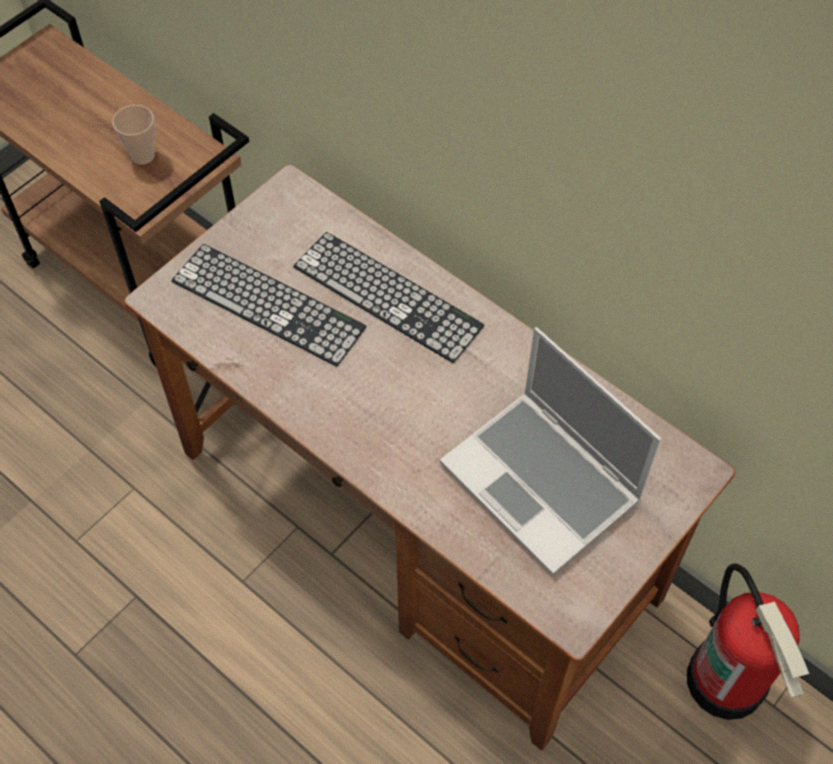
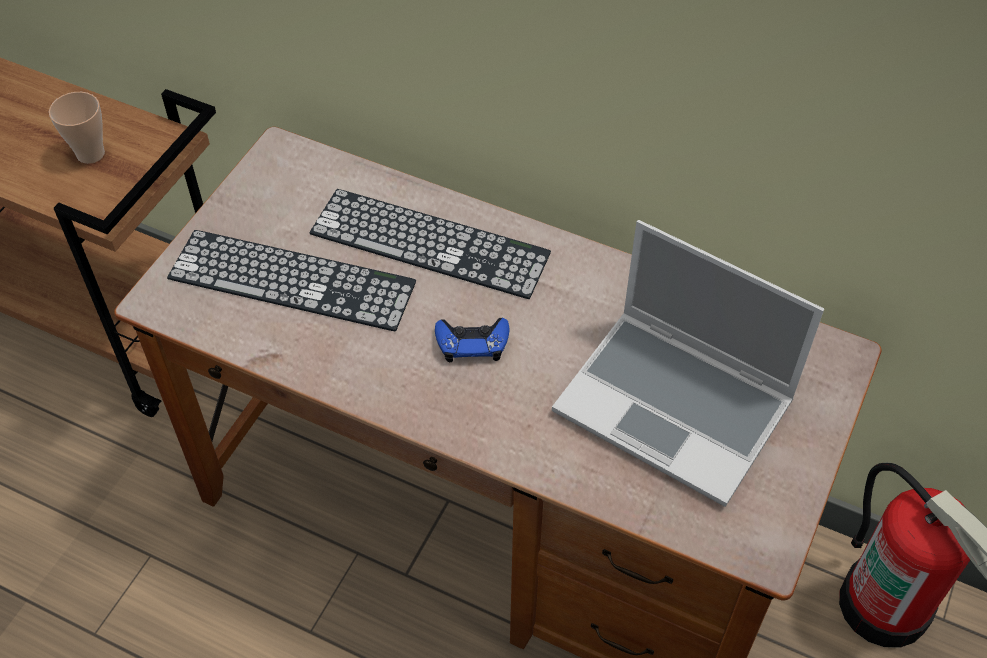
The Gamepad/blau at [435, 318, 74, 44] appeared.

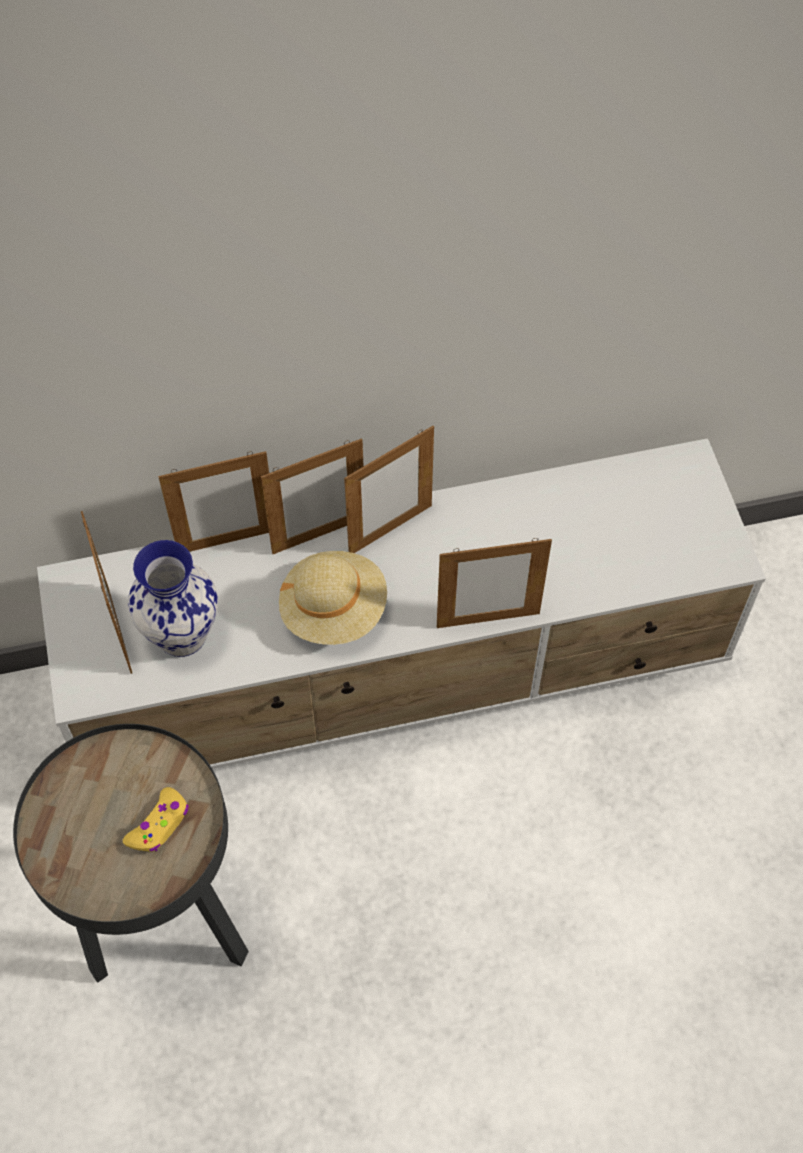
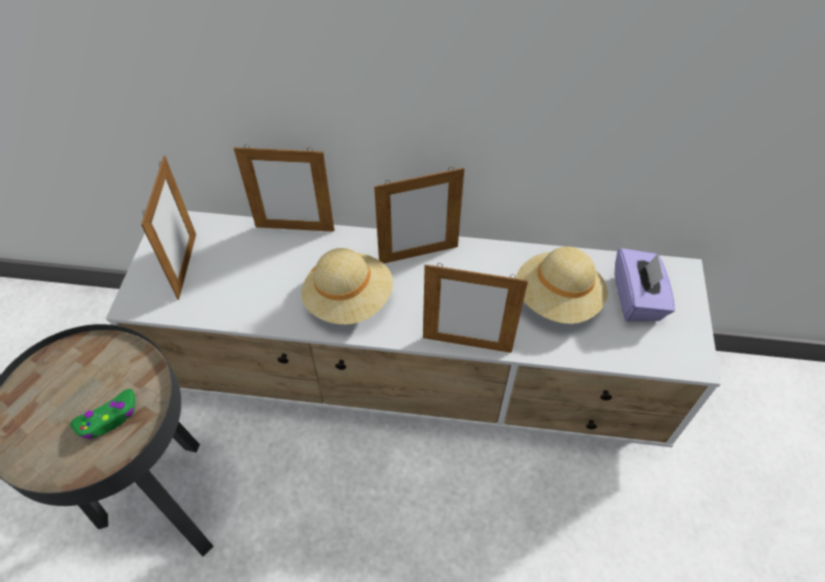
The Vase at [128, 540, 90, 117] disappeared.
The Bilderrahmen at [261, 438, 103, 116] disappeared.
The Hut/beige at [516, 246, 92, 78] appeared.
The Taschentuchbox/lila at [615, 248, 60, 73] appeared.
The Gamepad/gelb at [123, 787, 66, 65] became the Gamepad/grün at [70, 389, 65, 51].

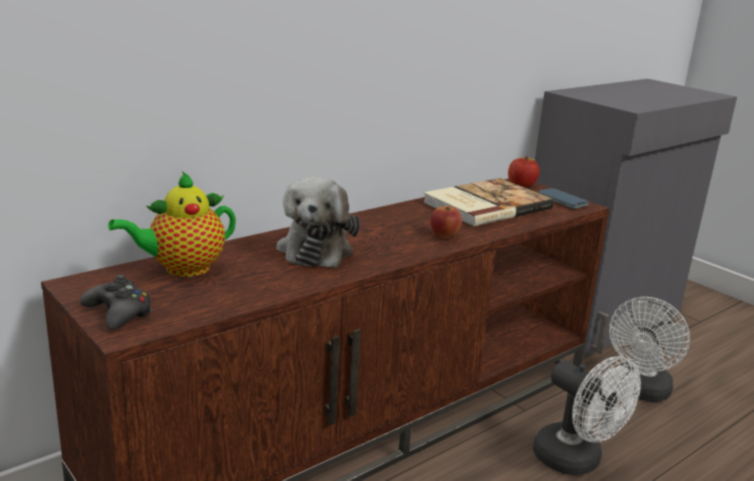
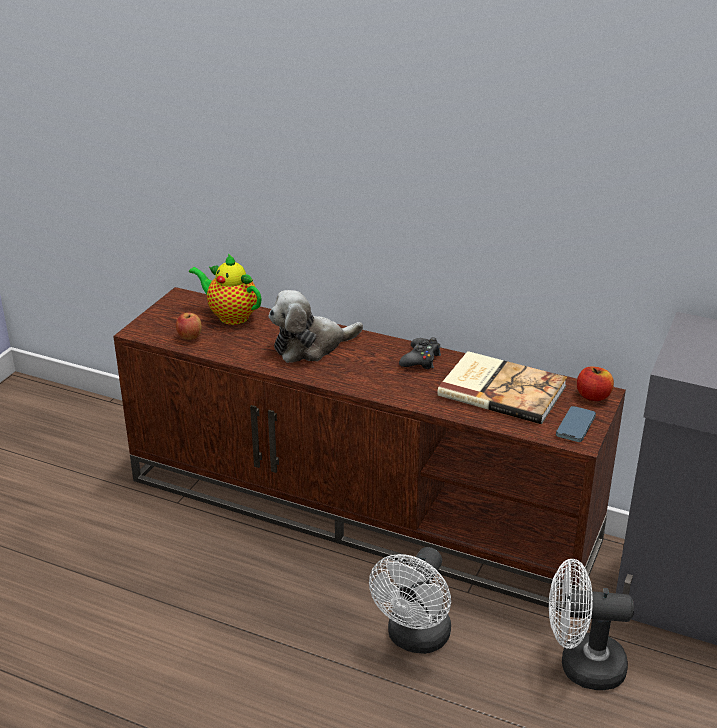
The Gamepad/schwarz moved from [80, 274, 72, 55] to [399, 337, 42, 32].
The Apfel moved from [431, 206, 31, 33] to [176, 313, 26, 27].

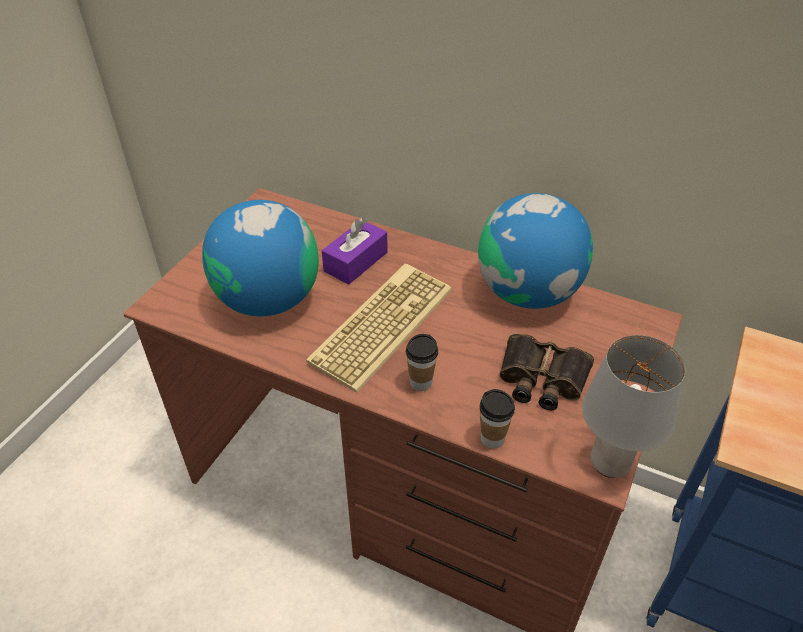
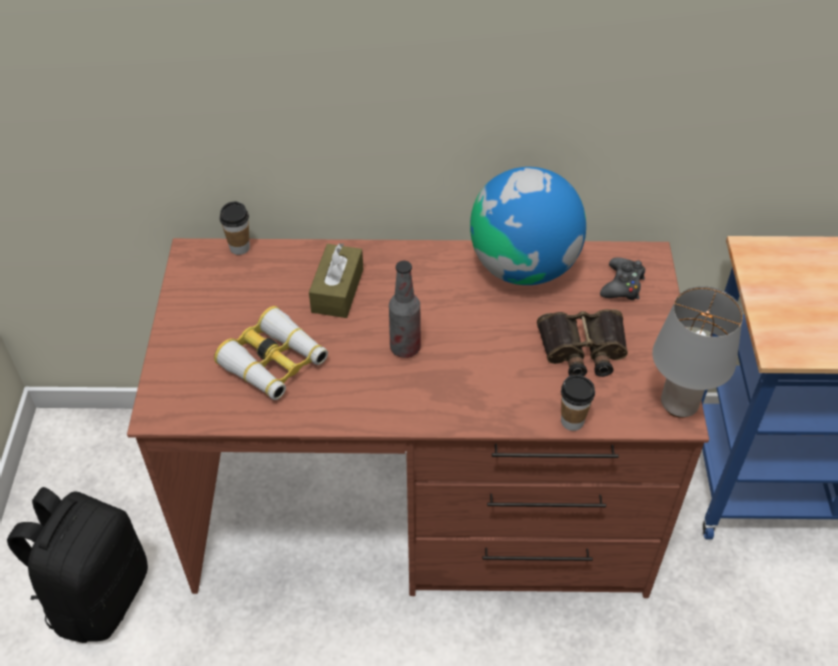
The Rucksack/schwarz at [7, 487, 141, 156] appeared.
The Gamepad/schwarz at [600, 258, 45, 42] appeared.
The Tasse moved from [406, 334, 32, 57] to [220, 201, 30, 54].
The Globus at [202, 200, 117, 116] was replaced by the Fernglas at [214, 306, 114, 94].
The Tastatur at [306, 264, 146, 129] was replaced by the Flasche at [389, 261, 32, 97].
The Taschentuchbox/lila at [322, 217, 66, 68] became the Taschentuchbox/braun at [309, 243, 54, 75].

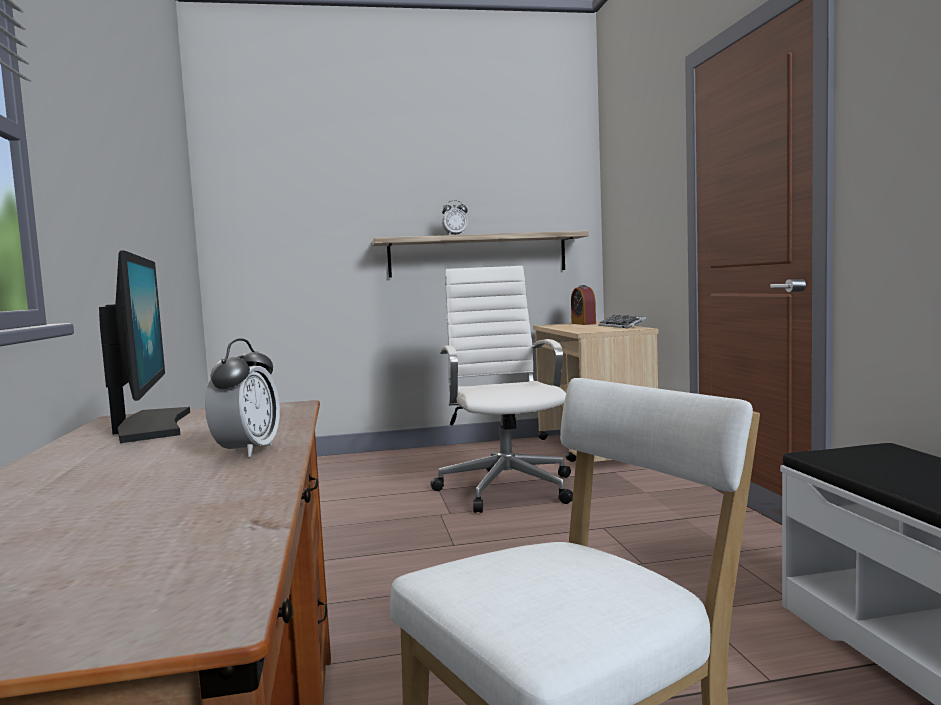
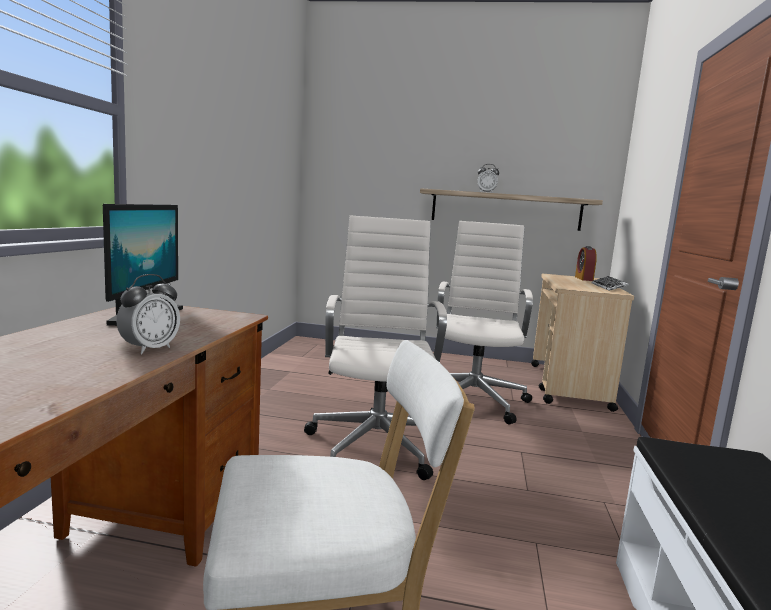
The Bürostuhl/weiß at [304, 216, 143, 264] appeared.

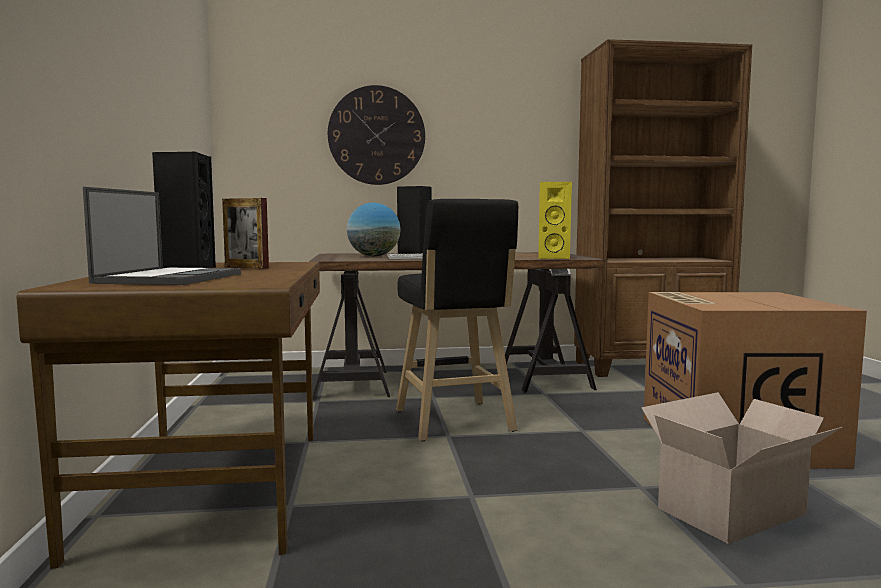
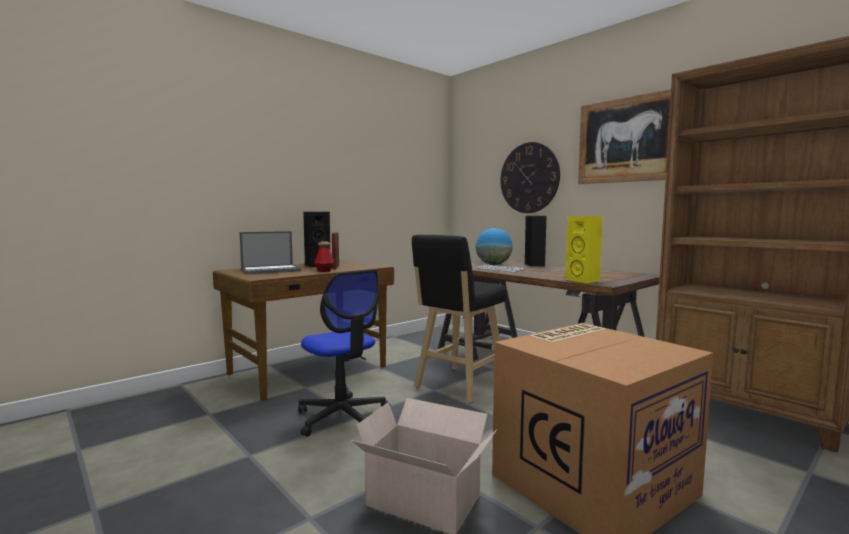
The Bürostuhl at [298, 270, 93, 167] appeared.
The Flasche at [314, 241, 20, 31] appeared.
The Bild at [578, 89, 93, 95] appeared.

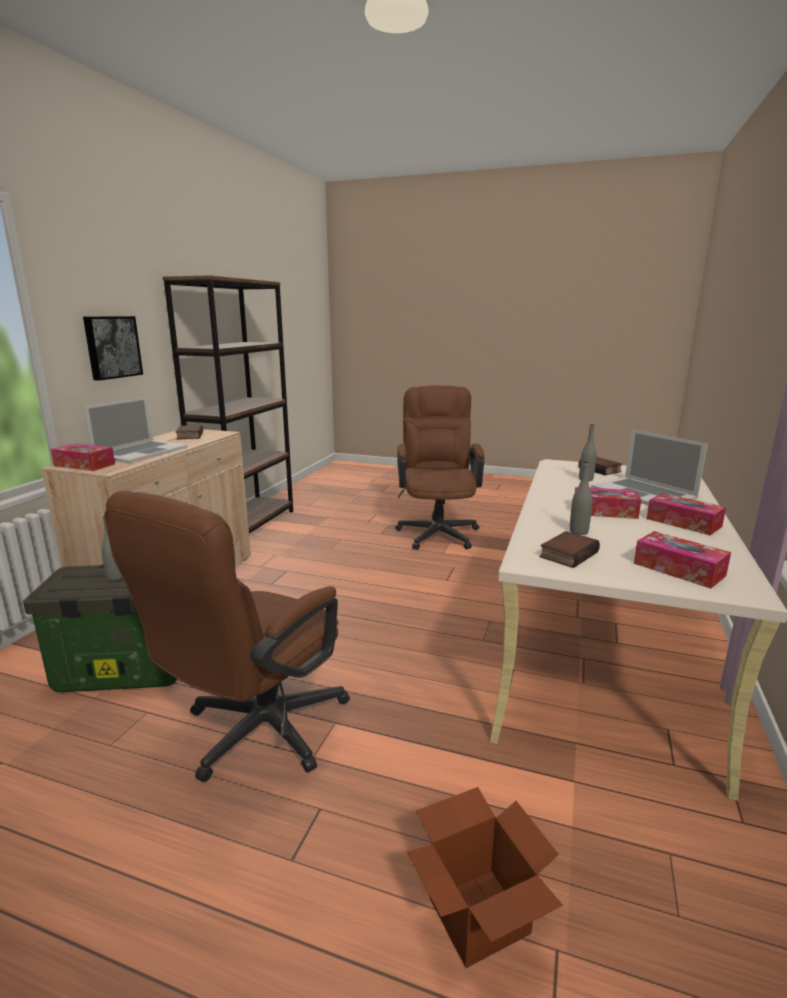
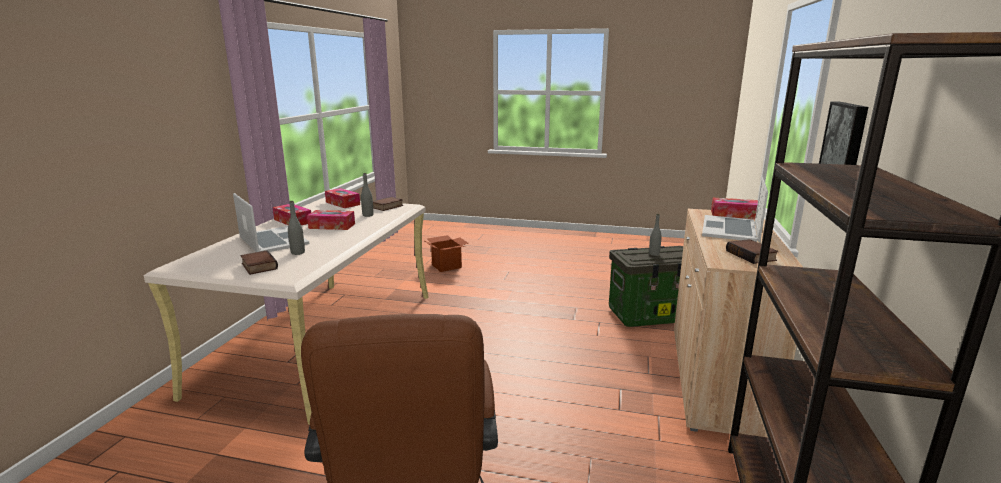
The Bürostuhl/braun at [104, 491, 246, 291] disappeared.

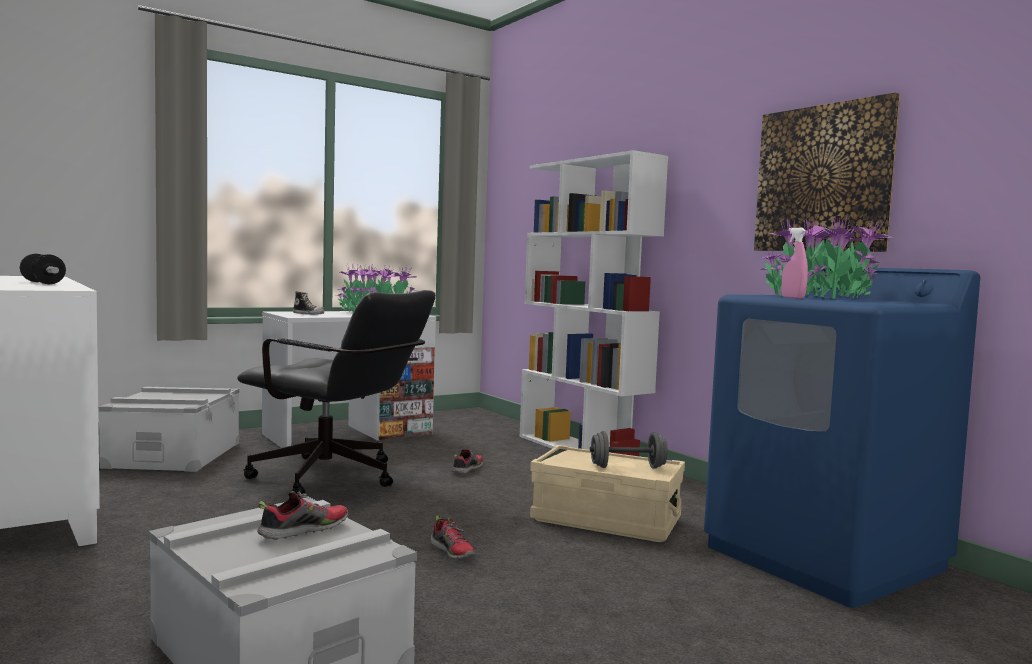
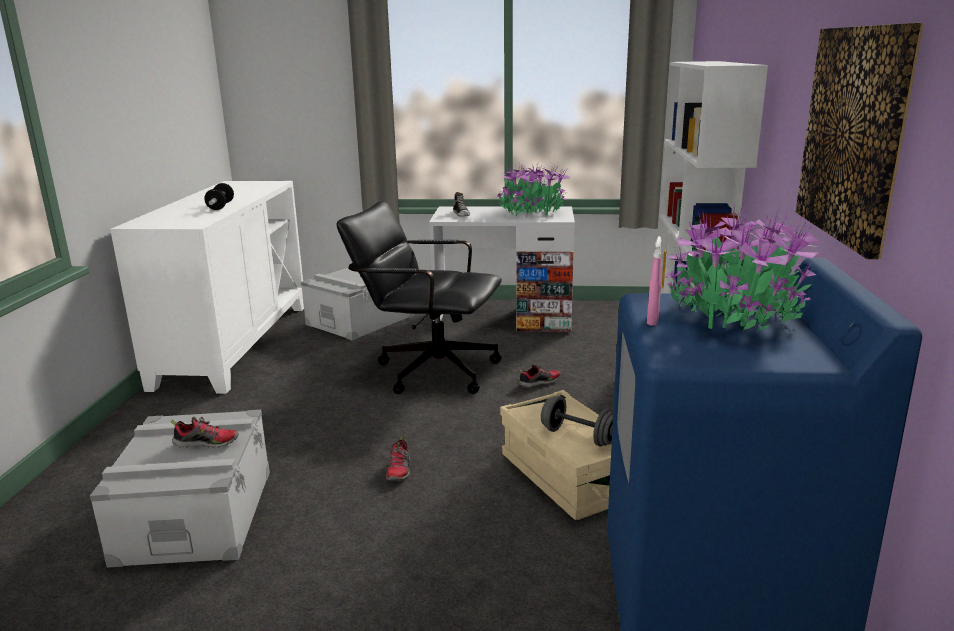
The Bürostuhl/schwarz at [237, 290, 198, 207] turned 135 degrees clockwise.

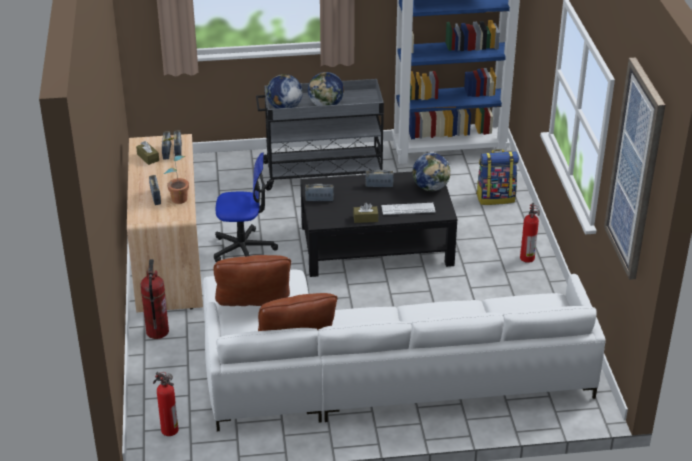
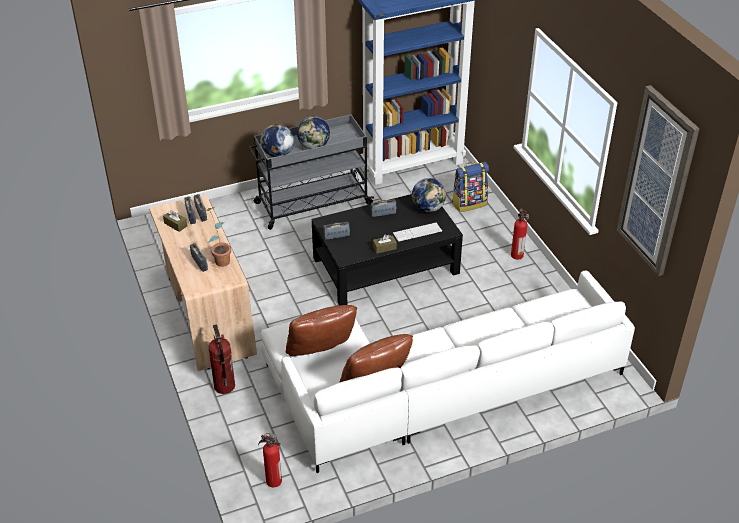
The Bürostuhl at [214, 153, 64, 109] disappeared.

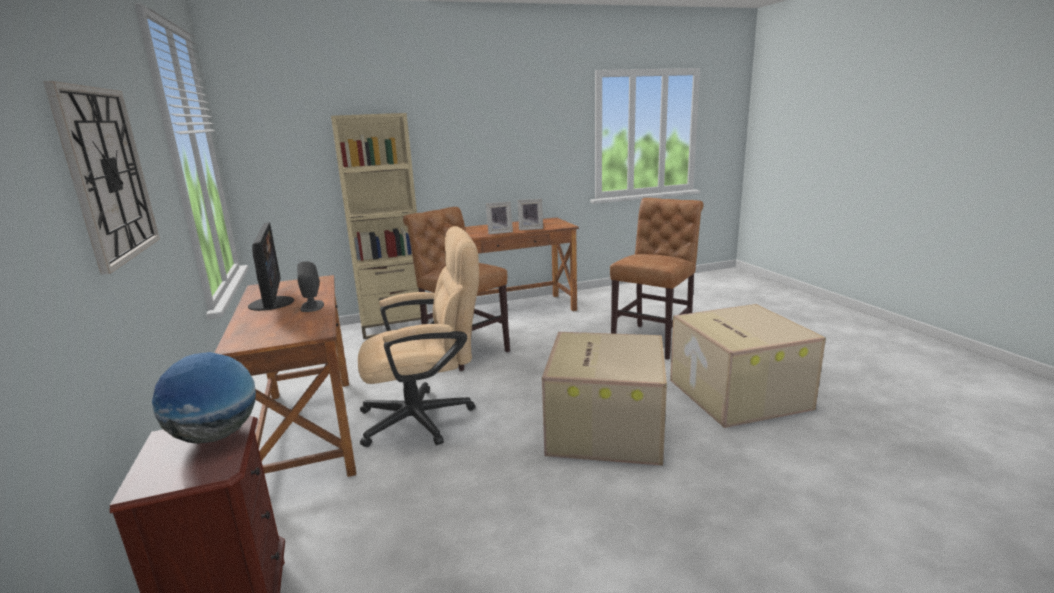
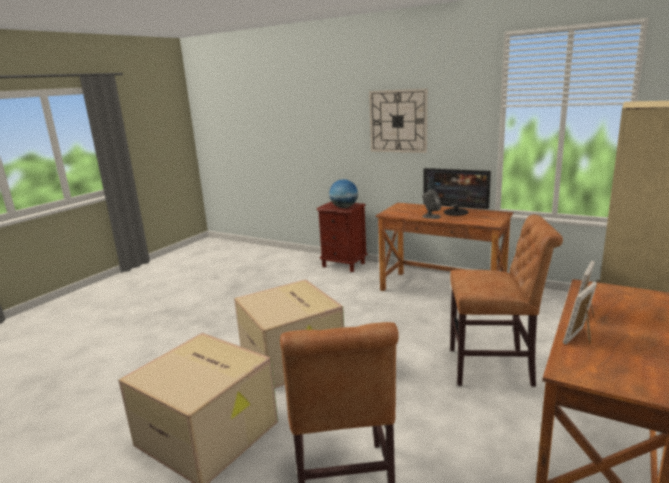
The Bürostuhl/beige at [358, 226, 121, 221] disappeared.

